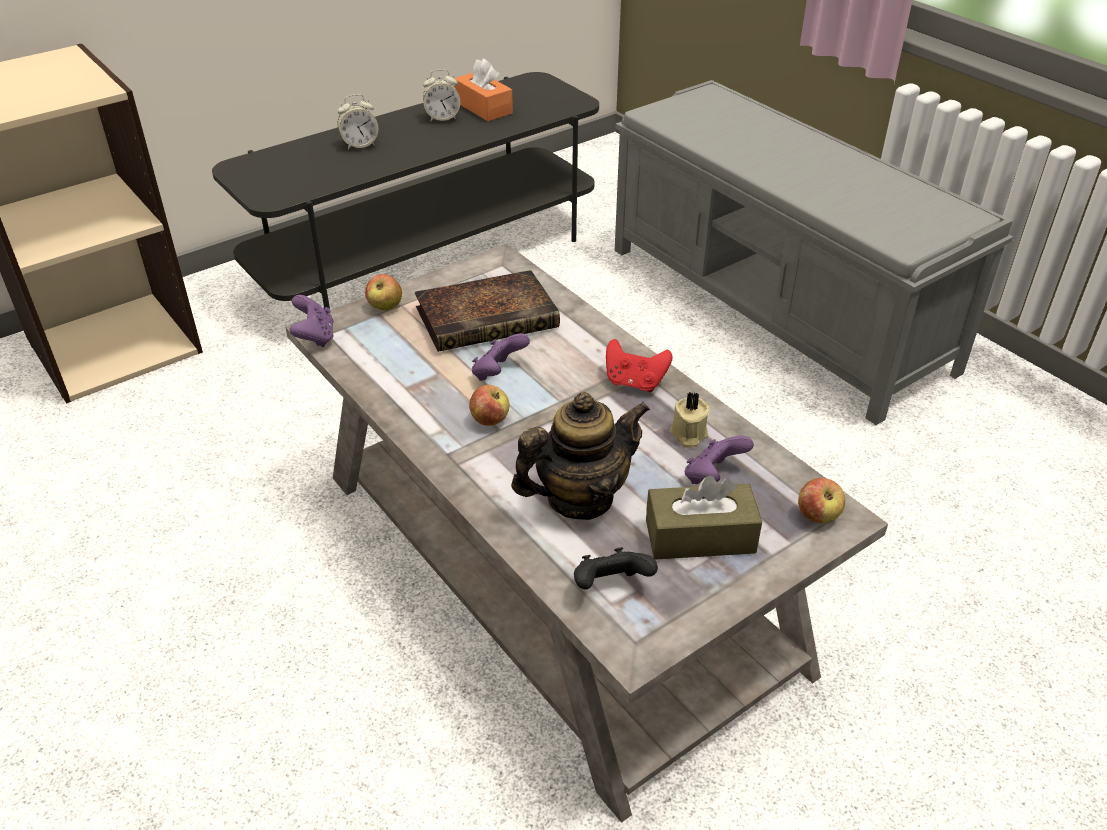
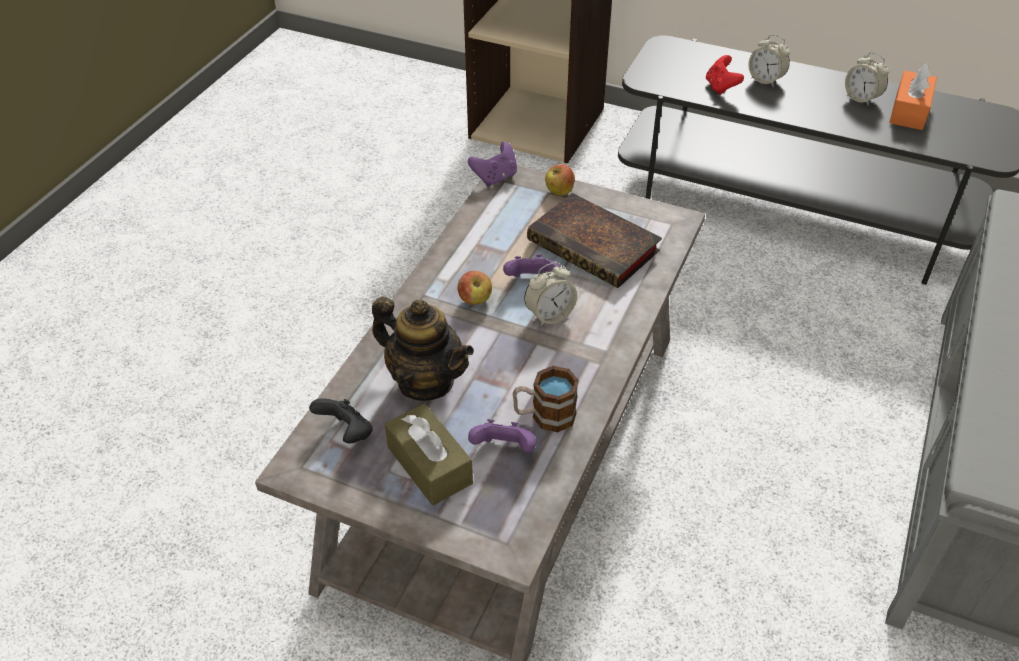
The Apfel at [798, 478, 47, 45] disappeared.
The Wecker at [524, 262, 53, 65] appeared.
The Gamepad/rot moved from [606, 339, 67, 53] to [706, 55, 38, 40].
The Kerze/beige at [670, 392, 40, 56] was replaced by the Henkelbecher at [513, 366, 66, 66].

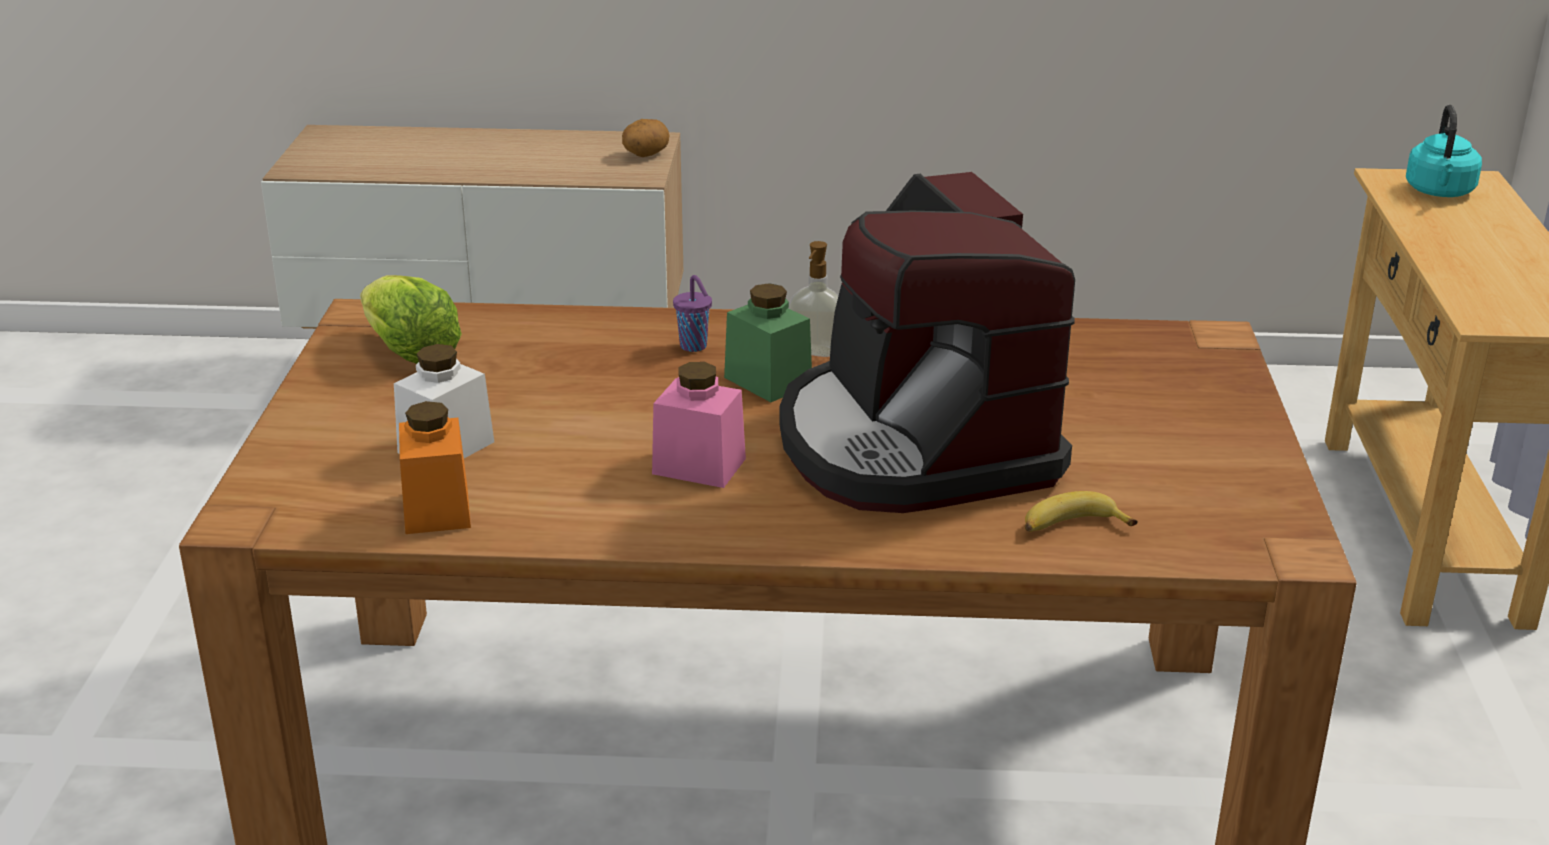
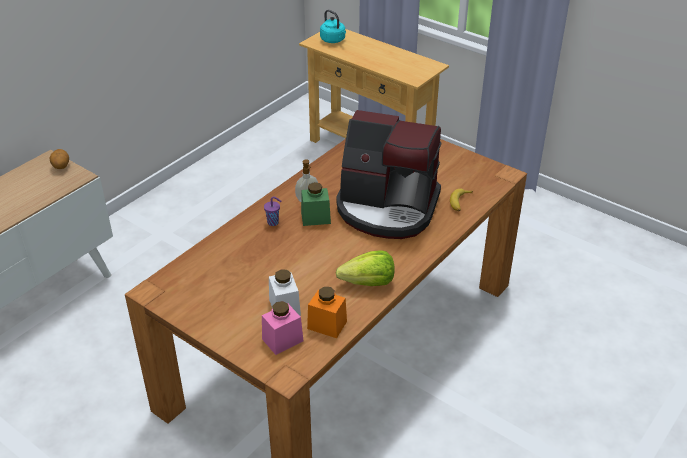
The Salatkopf moved from [360, 275, 102, 89] to [336, 250, 58, 36].
The Vorratsglas/rosa moved from [652, 362, 94, 126] to [262, 301, 42, 54].

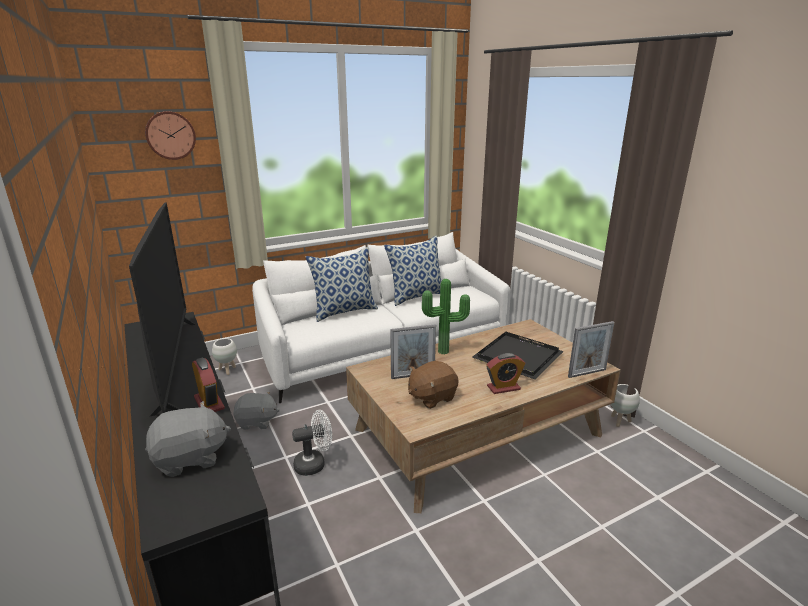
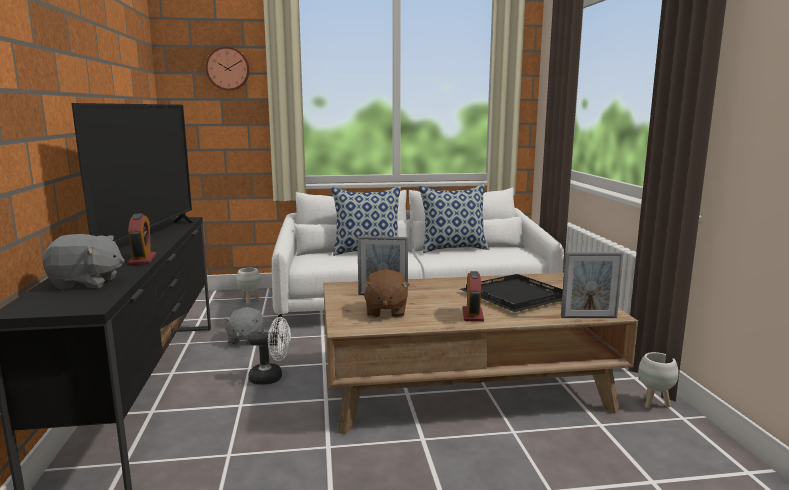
The Topfpflanze at [422, 279, 48, 75] disappeared.
The Plüschtier/grau at [234, 391, 46, 39] turned 75 degrees clockwise.
The Plüschtier/braun at [408, 361, 51, 48] turned 75 degrees counterclockwise.
The Wecker at [486, 353, 39, 41] turned 90 degrees counterclockwise.

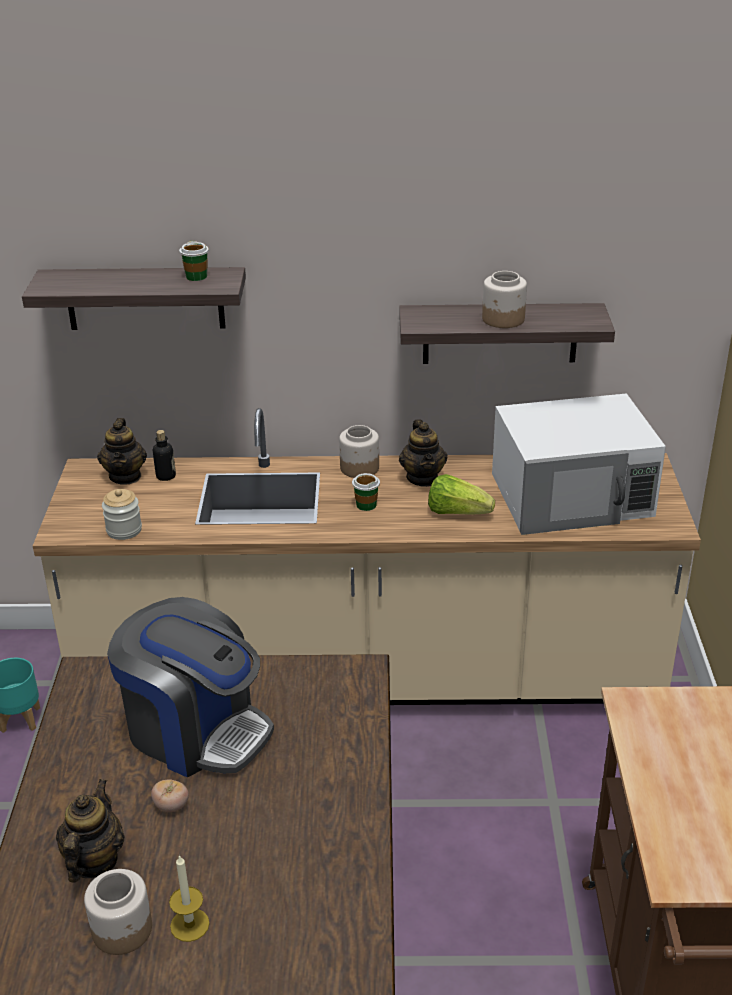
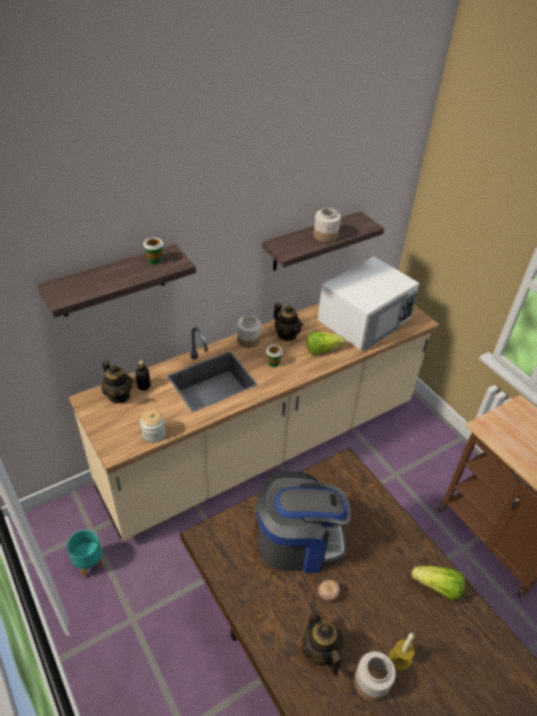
The Salatkopf at [411, 566, 54, 34] appeared.

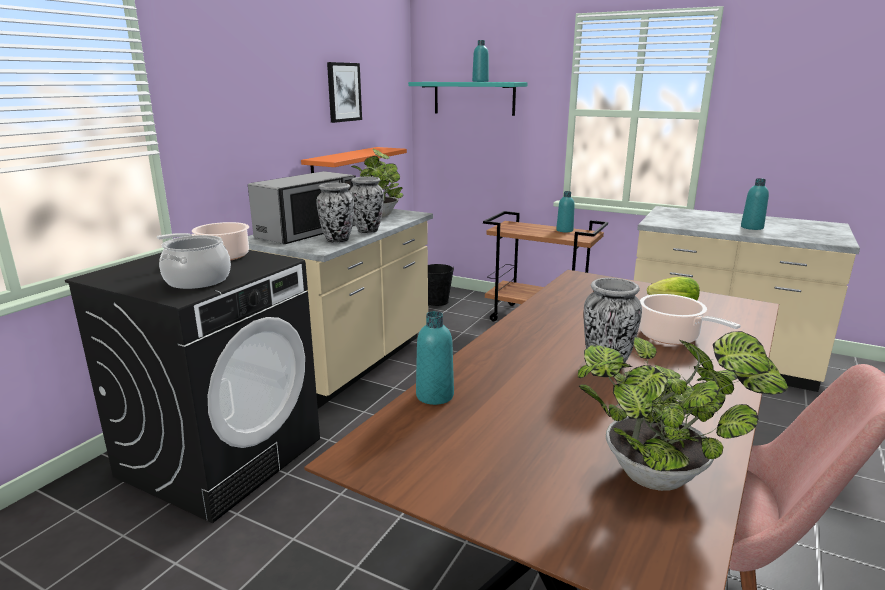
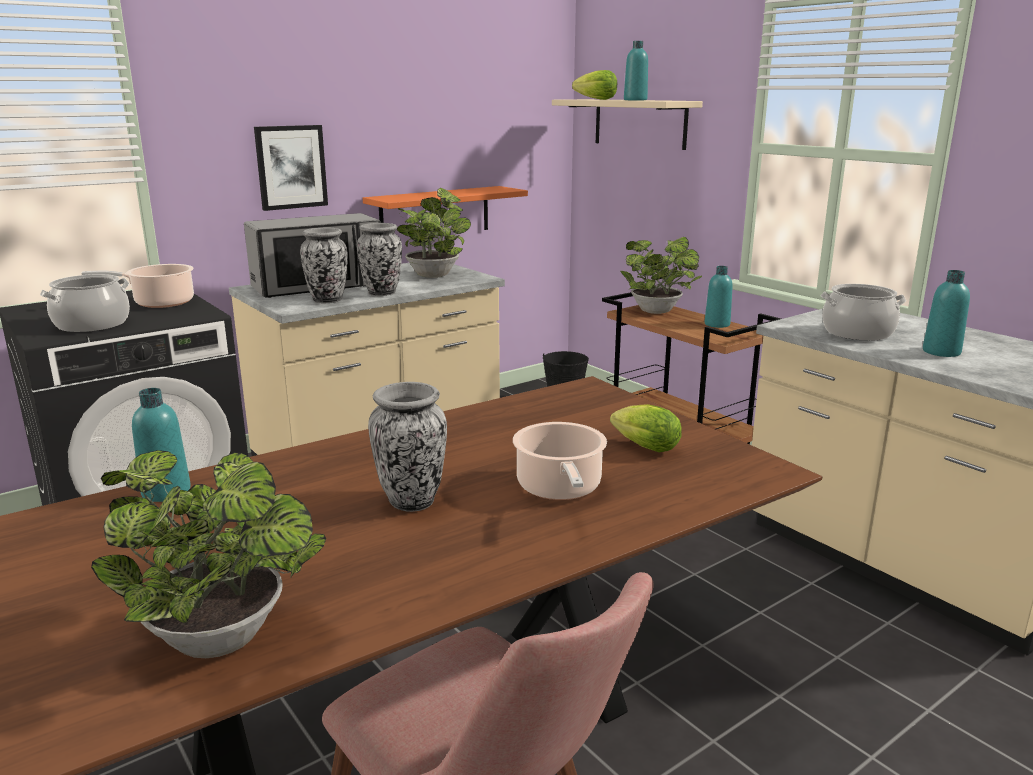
The Salatkopf at [572, 70, 45, 30] appeared.
The Topfpflanze at [620, 237, 82, 77] appeared.
The Kochtopf at [821, 284, 85, 57] appeared.
The Bild moved from [327, 62, 35, 61] to [254, 125, 74, 86].
The Wandregal/türkis at [408, 82, 120, 34] became the Wandregal/beige at [552, 99, 151, 51].

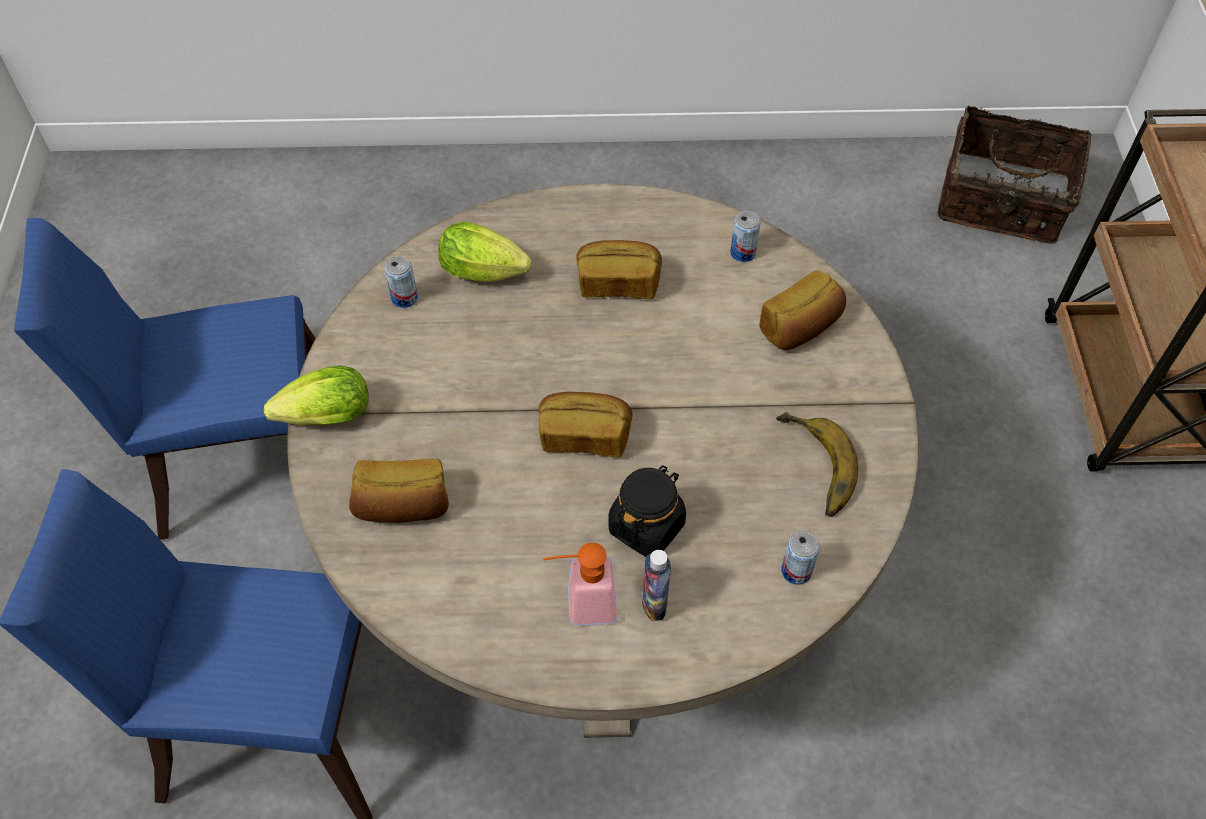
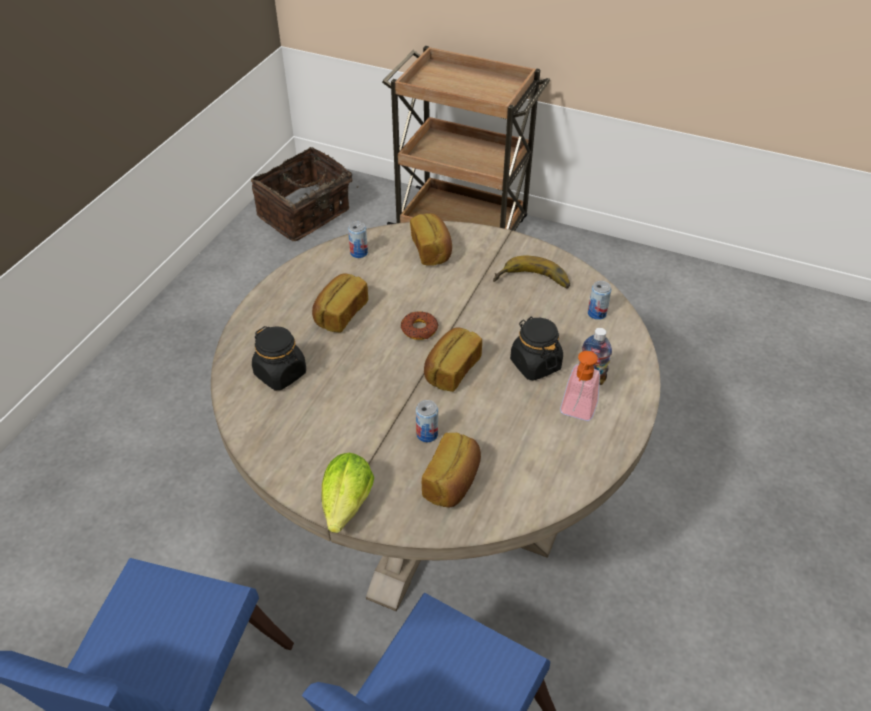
The Donut at [401, 311, 37, 29] appeared.
The Dose moved from [385, 256, 33, 52] to [416, 400, 22, 42].
The Salatkopf at [438, 221, 93, 61] was replaced by the Vorratsglas/schwarz at [252, 326, 54, 64].

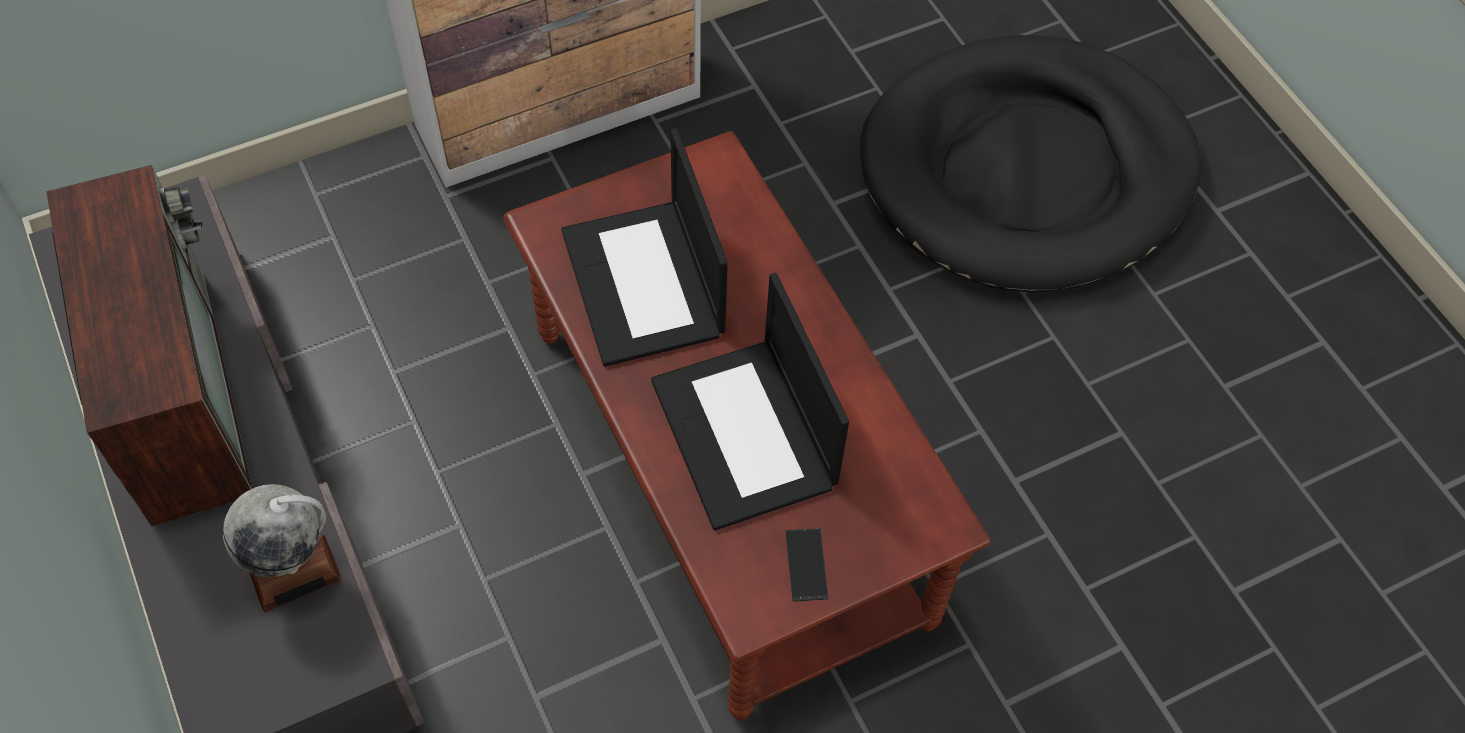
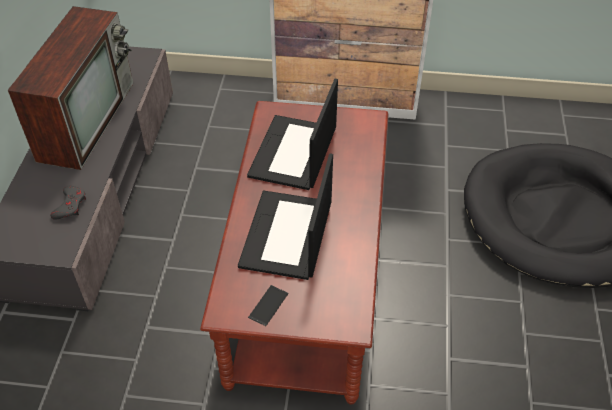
The Globus at [223, 484, 119, 129] was replaced by the Gamepad/grau at [50, 186, 36, 34].

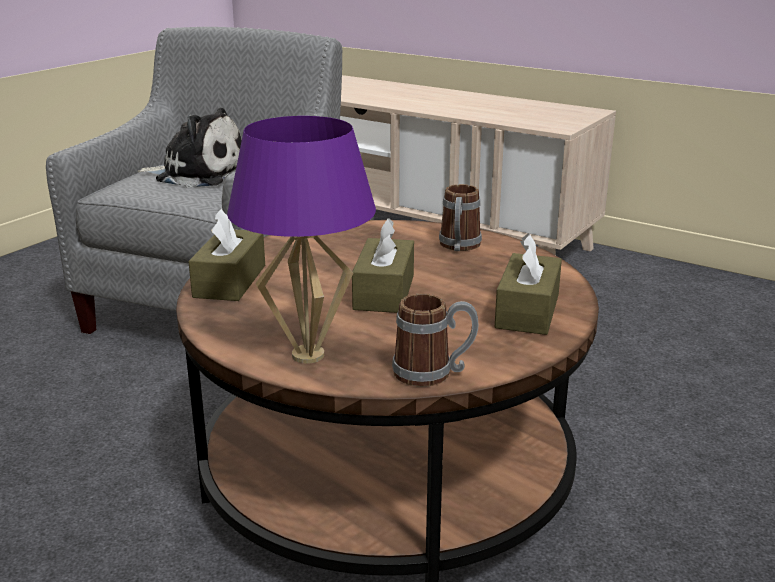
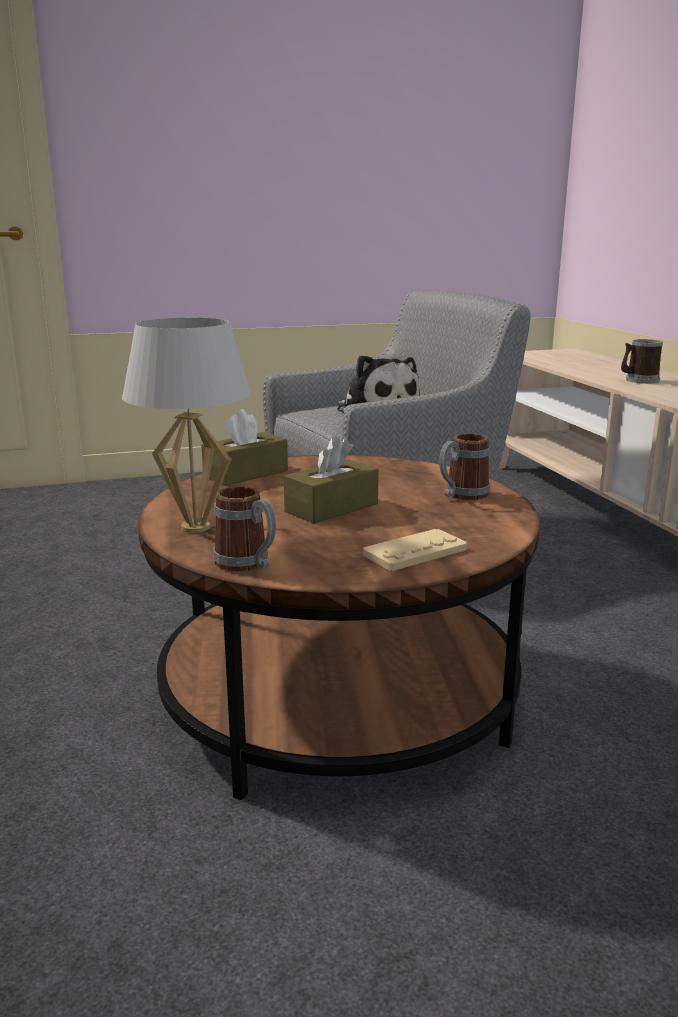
The Henkelbecher at [621, 339, 42, 45] appeared.
The Taschentuchbox/braun at [495, 233, 67, 102] was replaced by the Gamepad/beige at [363, 529, 104, 42].
The Tischlampe/lila at [227, 116, 149, 248] became the Tischlampe/weiß at [122, 318, 129, 215].

